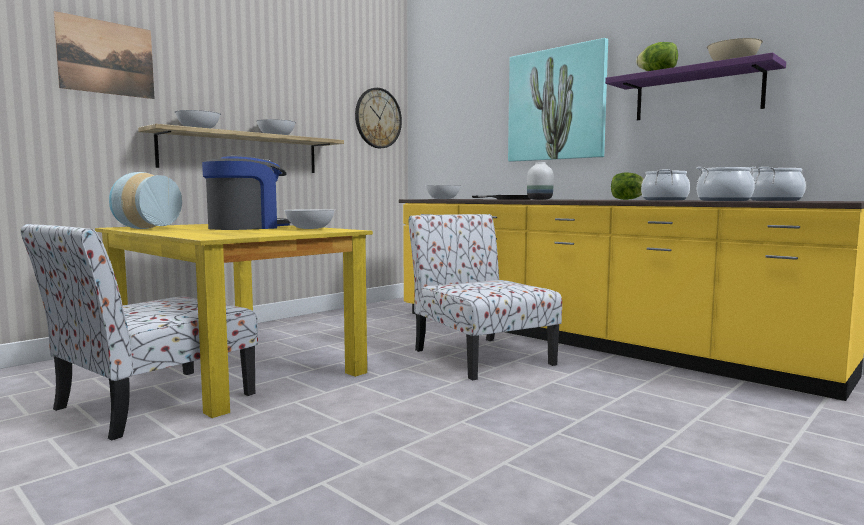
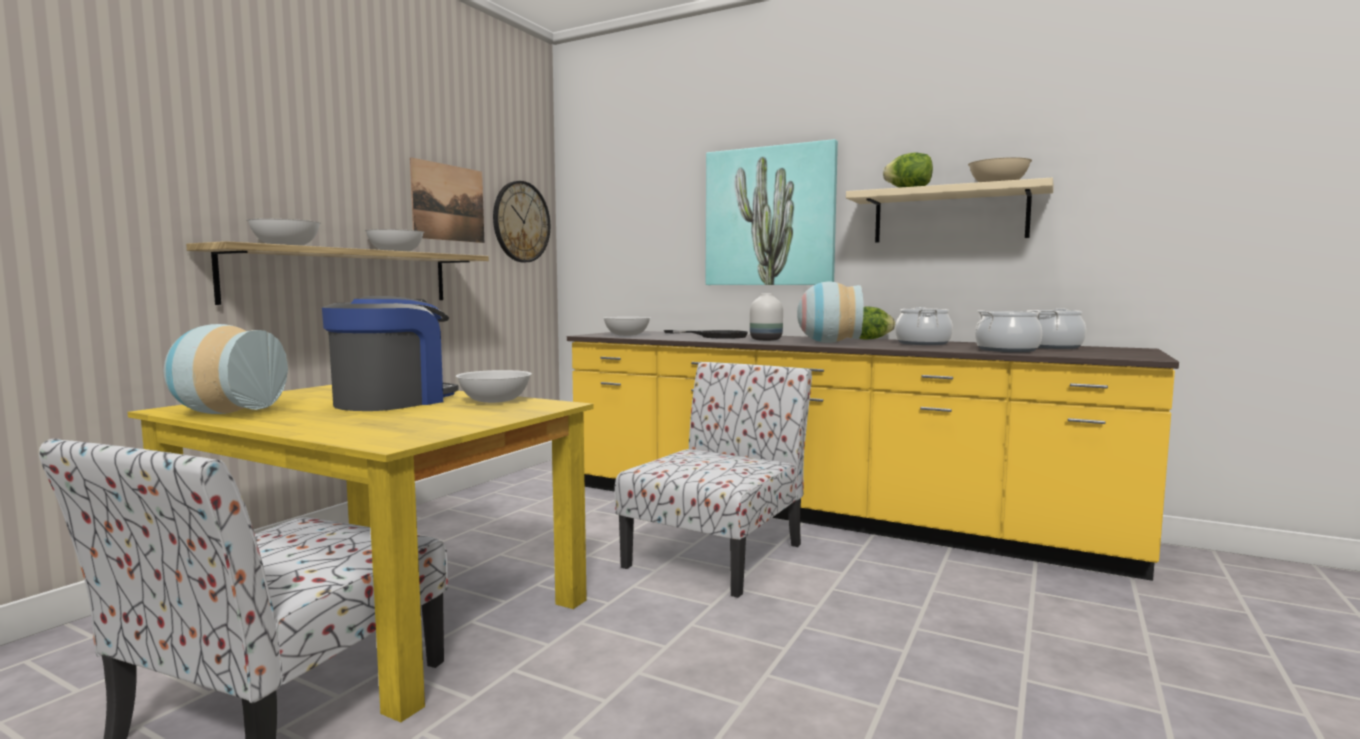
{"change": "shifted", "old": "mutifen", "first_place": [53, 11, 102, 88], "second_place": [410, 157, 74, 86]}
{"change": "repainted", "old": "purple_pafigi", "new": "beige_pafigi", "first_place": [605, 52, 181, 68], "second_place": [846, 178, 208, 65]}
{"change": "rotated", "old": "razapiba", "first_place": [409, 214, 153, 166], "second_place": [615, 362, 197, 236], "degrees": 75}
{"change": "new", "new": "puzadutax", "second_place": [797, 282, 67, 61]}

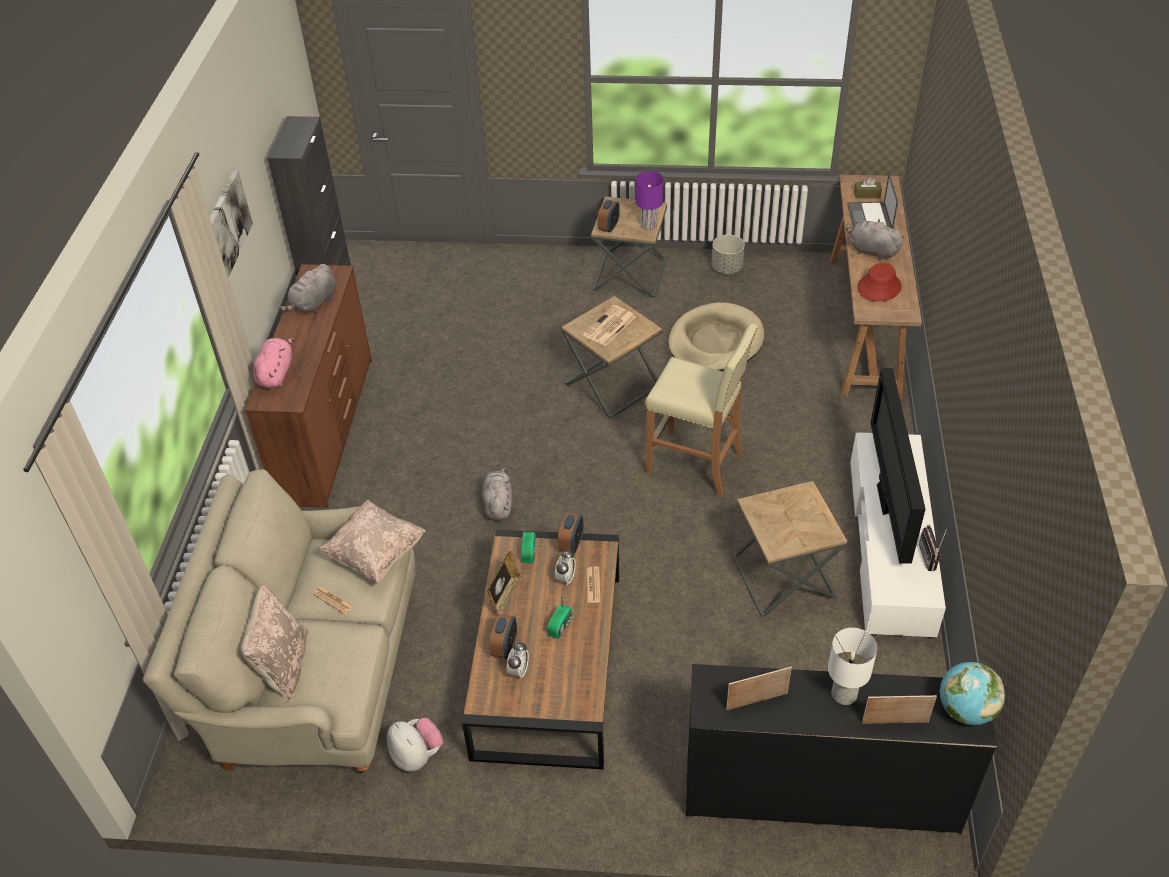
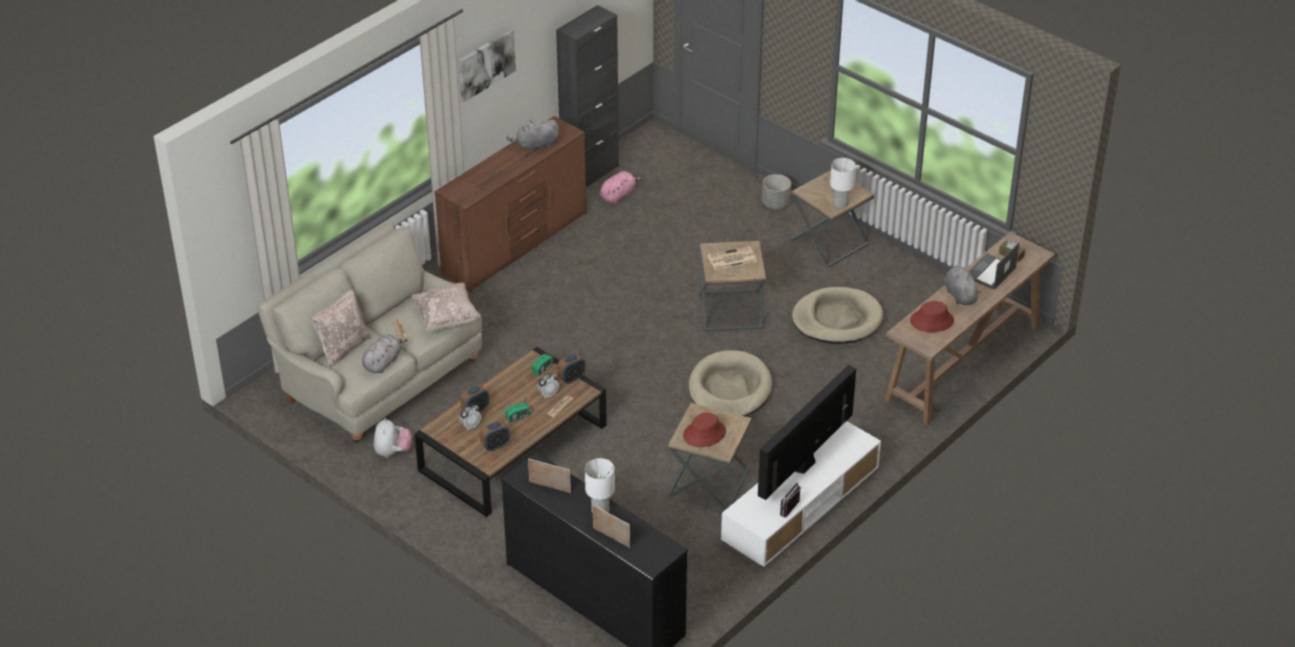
{"change": "repainted", "old": "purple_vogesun", "new": "white_vogesun", "first_place": [635, 171, 28, 59], "second_place": [830, 158, 26, 51]}
{"change": "shifted", "old": "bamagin", "first_place": [598, 199, 22, 34], "second_place": [480, 420, 30, 32]}
{"change": "shifted", "old": "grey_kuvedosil", "first_place": [712, 235, 33, 39], "second_place": [762, 174, 29, 35]}
{"change": "swapped", "old": "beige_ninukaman", "new": "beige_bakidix", "first_place": [645, 323, 113, 173], "second_place": [689, 350, 83, 66]}
{"change": "shifted", "old": "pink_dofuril", "first_place": [253, 338, 42, 50], "second_place": [600, 171, 43, 33]}
{"change": "shifted", "old": "grey_dofuril", "first_place": [481, 467, 31, 54], "second_place": [362, 334, 46, 39]}
{"change": "gone", "old": "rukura", "first_place": [487, 551, 35, 63]}
{"change": "gone", "old": "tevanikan", "first_place": [940, 662, 65, 63]}
{"change": "new", "new": "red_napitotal", "second_place": [683, 412, 43, 35]}

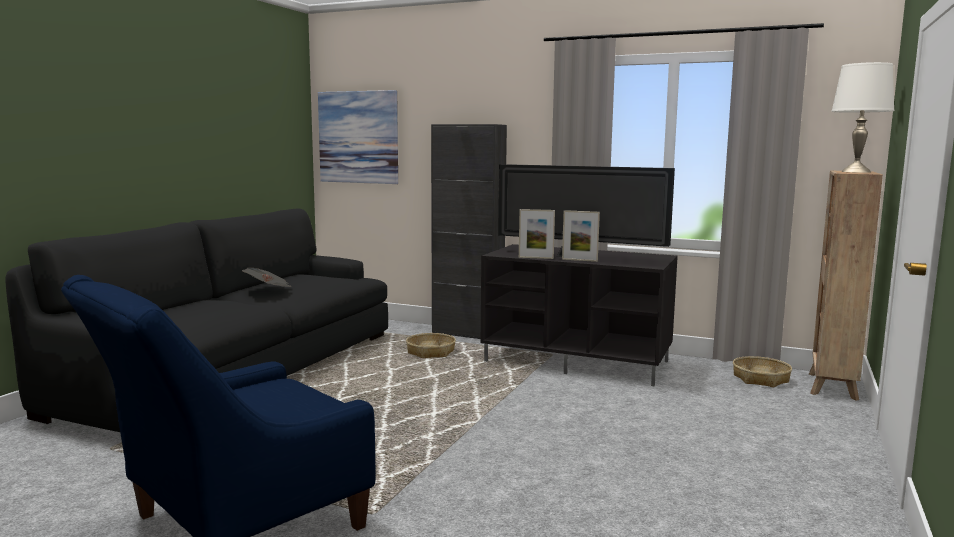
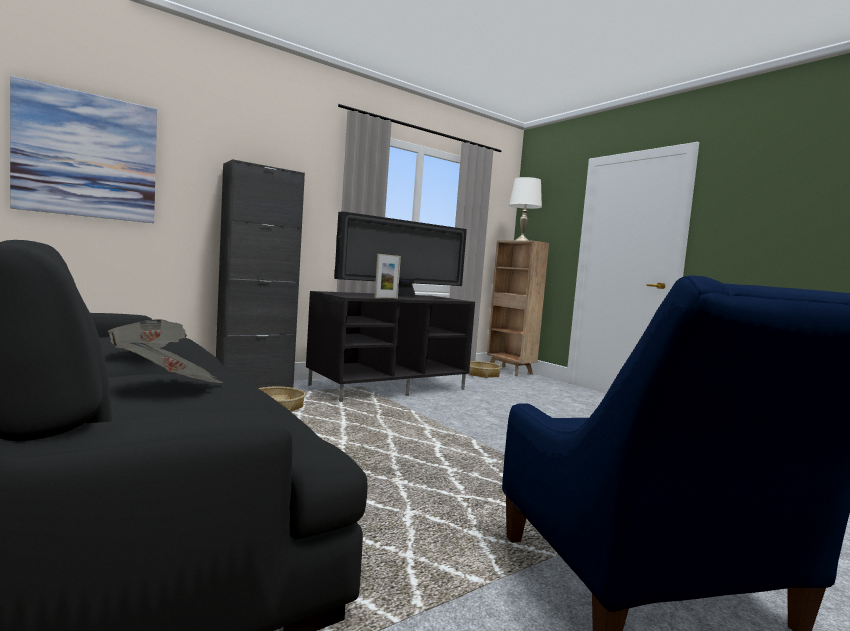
{"change": "gone", "old": "rukura", "first_place": [562, 210, 38, 52]}
{"change": "new", "new": "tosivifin", "second_place": [121, 342, 101, 41]}

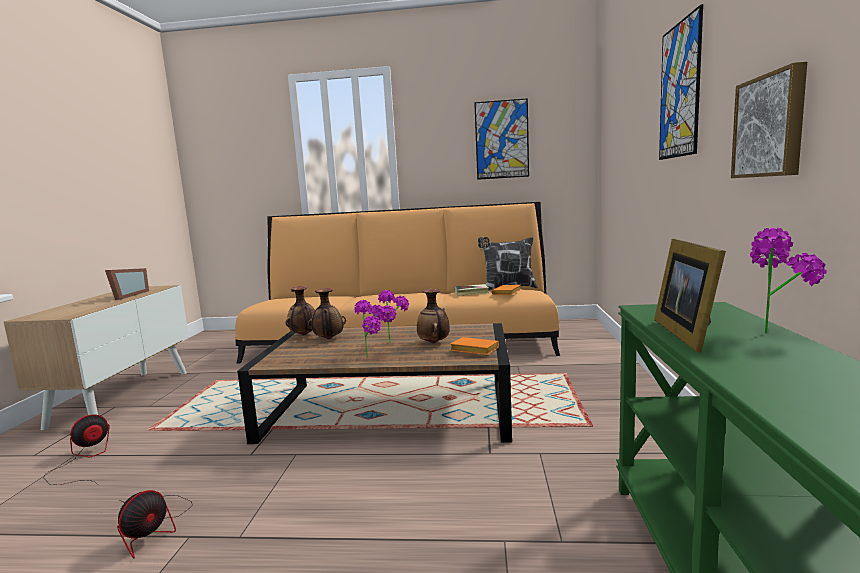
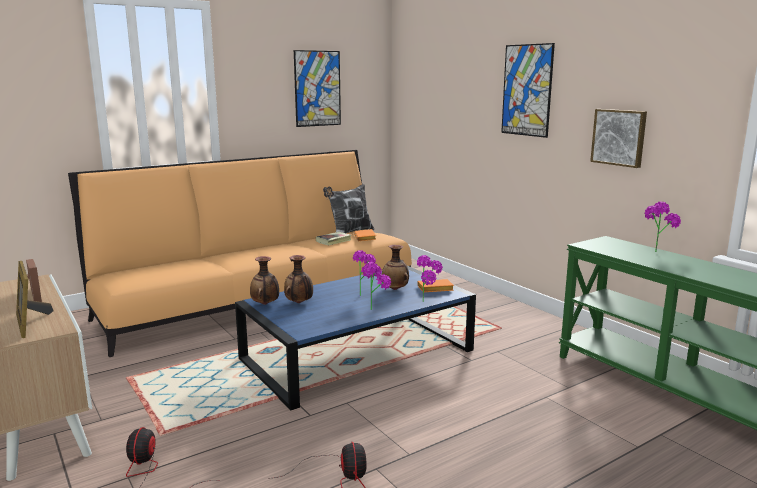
{"change": "shifted", "old": "rukura", "first_place": [654, 239, 72, 114], "second_place": [16, 261, 38, 77]}
{"change": "repainted", "old": "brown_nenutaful", "new": "blue_nenutaful", "first_place": [237, 323, 275, 121], "second_place": [235, 266, 241, 144]}
{"change": "new", "new": "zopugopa", "second_place": [417, 255, 26, 47]}

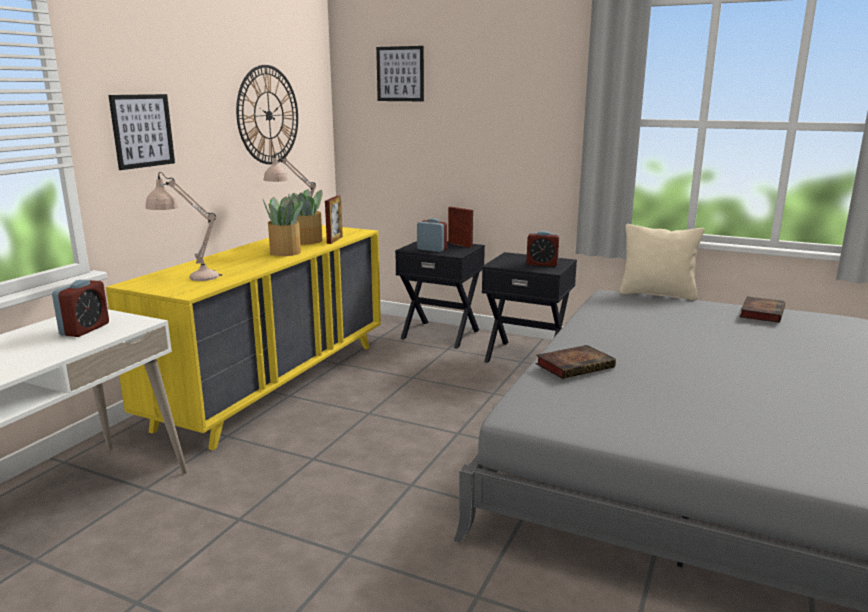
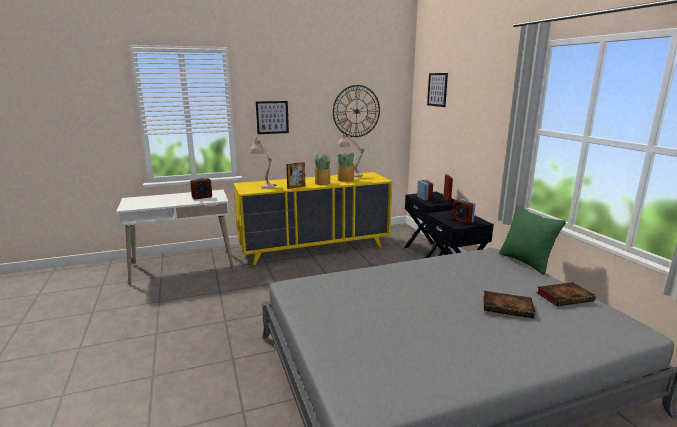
{"change": "shifted", "old": "rukura", "first_place": [325, 196, 18, 48], "second_place": [286, 162, 19, 27]}
{"change": "repainted", "old": "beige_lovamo", "new": "green_lovamo", "first_place": [619, 224, 85, 77], "second_place": [499, 206, 67, 68]}
{"change": "shifted", "old": "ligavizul", "first_place": [535, 345, 81, 34], "second_place": [483, 291, 52, 28]}

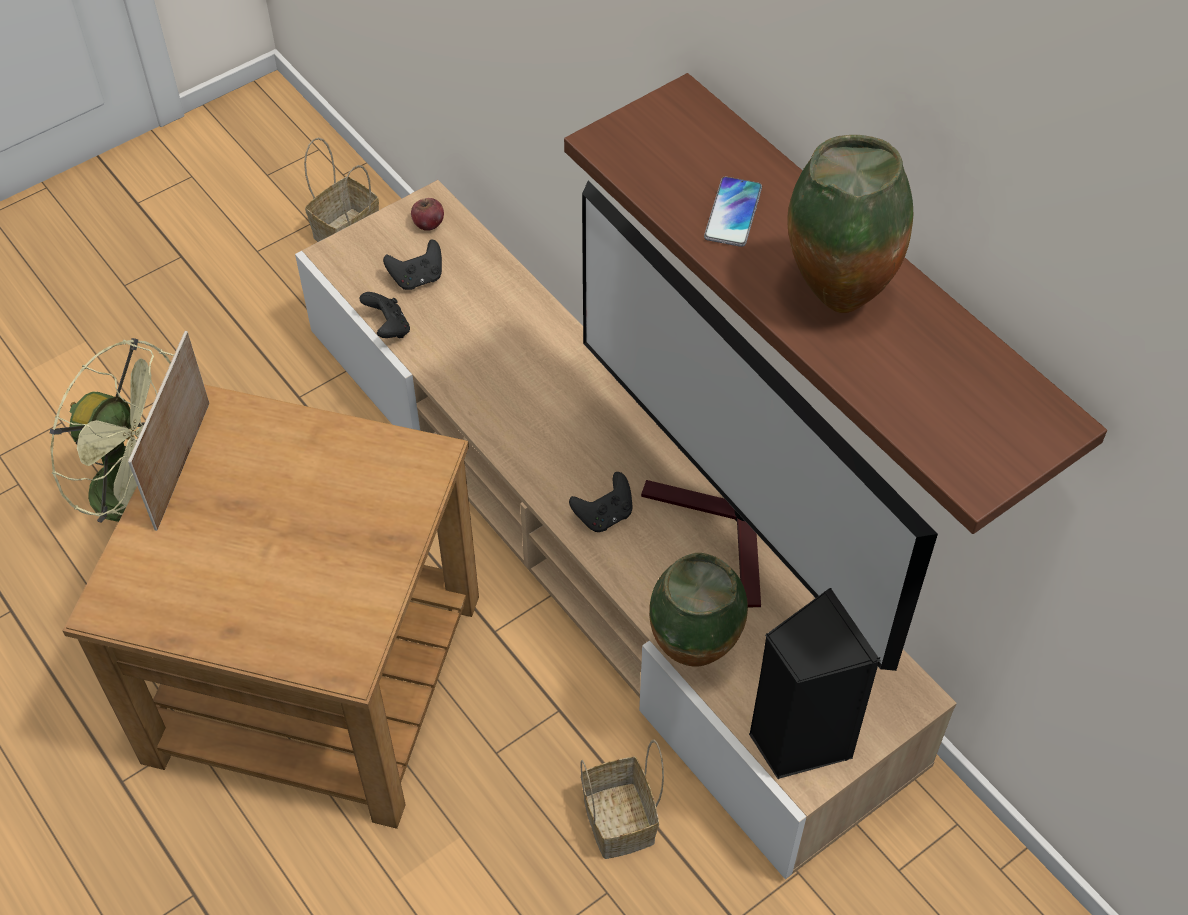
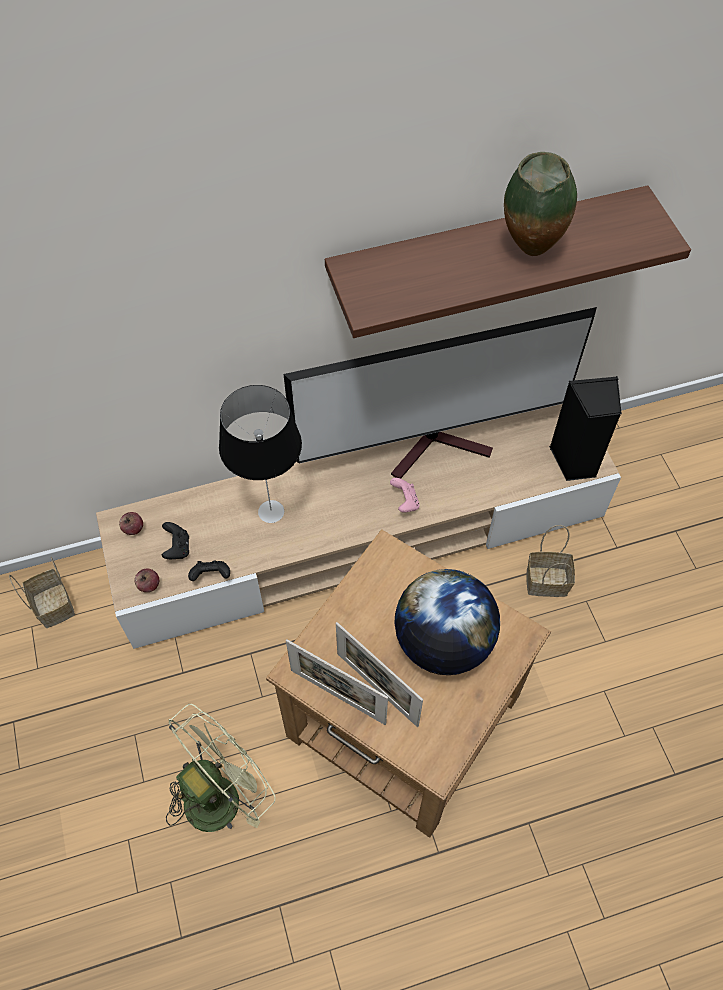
{"change": "gone", "old": "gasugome", "first_place": [704, 176, 58, 71]}
{"change": "repainted", "old": "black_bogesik", "new": "pink_bogesik", "first_place": [569, 472, 64, 60], "second_place": [390, 478, 30, 34]}
{"change": "gone", "old": "puzadutax", "first_place": [649, 553, 99, 114]}
{"change": "new", "new": "vogesun", "second_place": [219, 385, 83, 138]}
{"change": "new", "new": "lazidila", "second_place": [134, 569, 25, 23]}
{"change": "new", "new": "tevanikan", "second_place": [394, 569, 106, 106]}
{"change": "new", "new": "rukura", "second_place": [336, 622, 87, 105]}

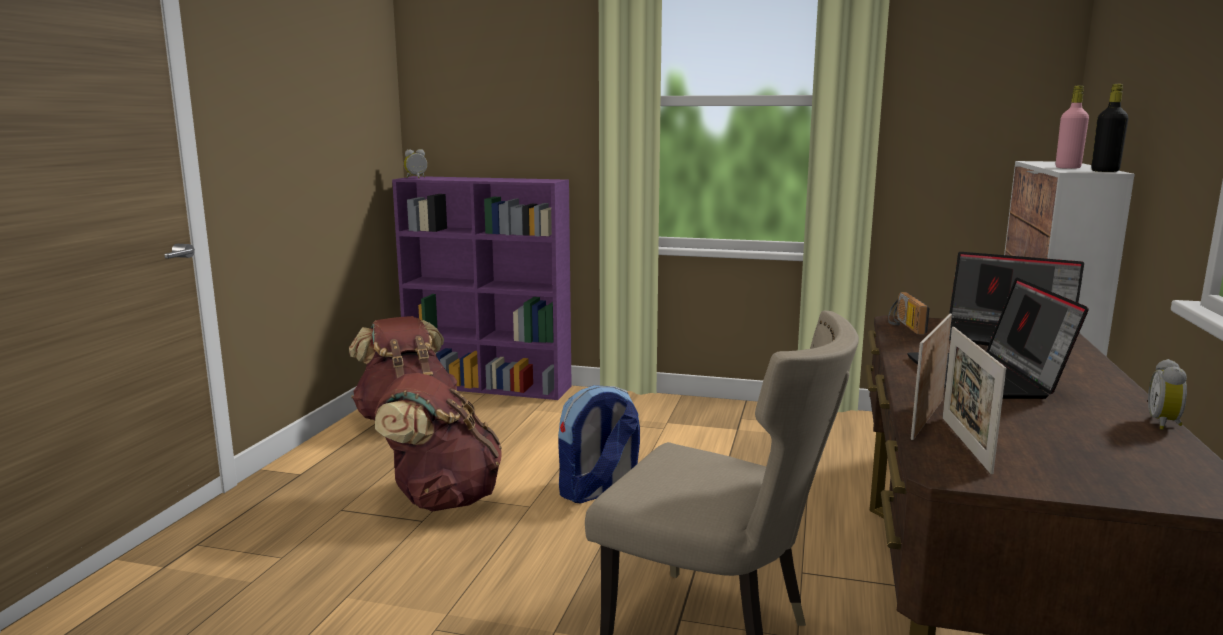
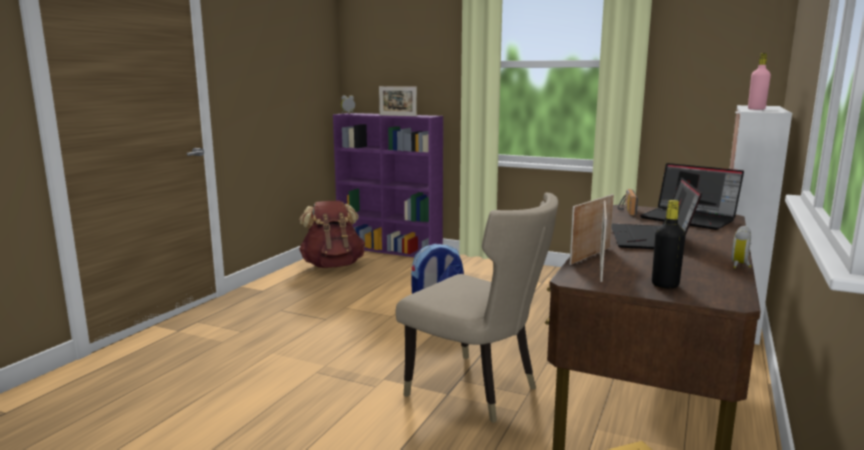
{"change": "shifted", "old": "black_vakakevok", "first_place": [1091, 84, 38, 88], "second_place": [652, 200, 34, 88]}
{"change": "gone", "old": "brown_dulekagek", "first_place": [375, 373, 127, 139]}
{"change": "new", "new": "rukura", "second_place": [379, 86, 38, 30]}

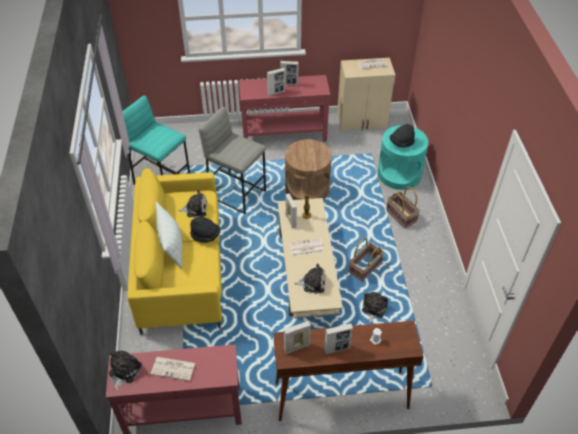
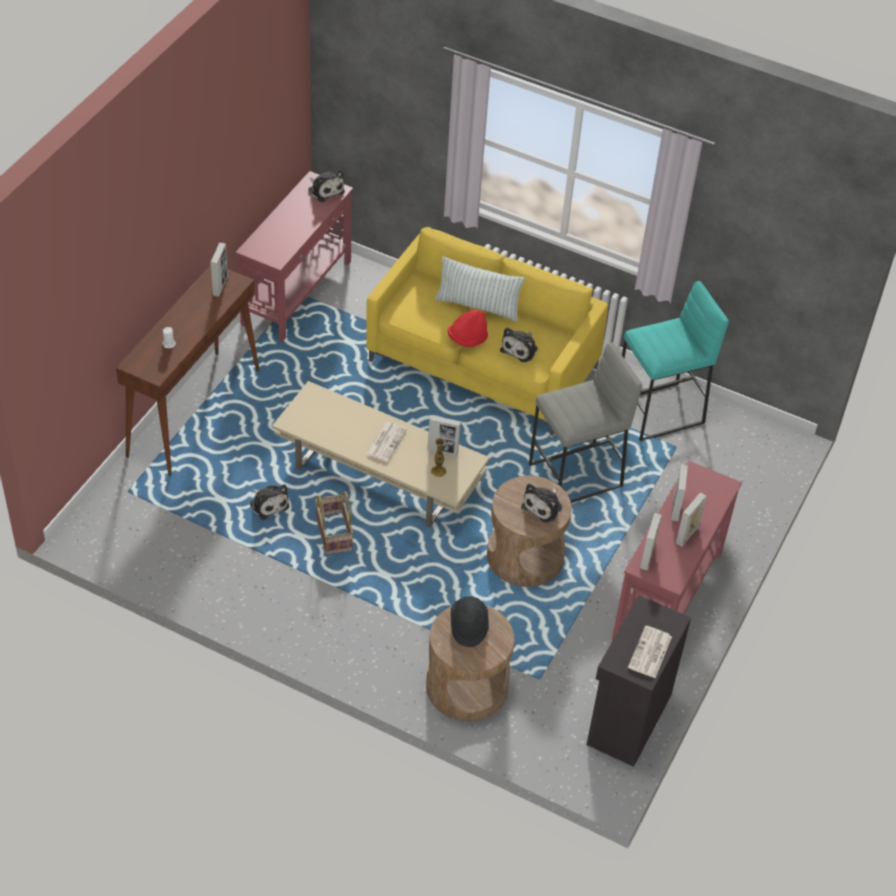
{"change": "repainted", "old": "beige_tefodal", "new": "black_tefodal", "first_place": [337, 58, 58, 73], "second_place": [587, 595, 104, 172]}
{"change": "repainted", "old": "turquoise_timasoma", "new": "brown_timasoma", "first_place": [378, 125, 50, 65], "second_place": [426, 605, 88, 116]}
{"change": "gone", "old": "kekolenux", "first_place": [386, 187, 34, 41]}
{"change": "repainted", "old": "black_napitotal", "new": "red_napitotal", "first_place": [190, 217, 30, 26], "second_place": [448, 310, 40, 37]}
{"change": "shifted", "old": "dofuril", "first_place": [294, 263, 32, 31], "second_place": [521, 483, 41, 39]}
{"change": "shifted", "old": "rukura", "first_place": [324, 323, 29, 31], "second_place": [640, 513, 22, 57]}
{"change": "gone", "old": "tosivifin", "first_place": [151, 357, 44, 24]}

